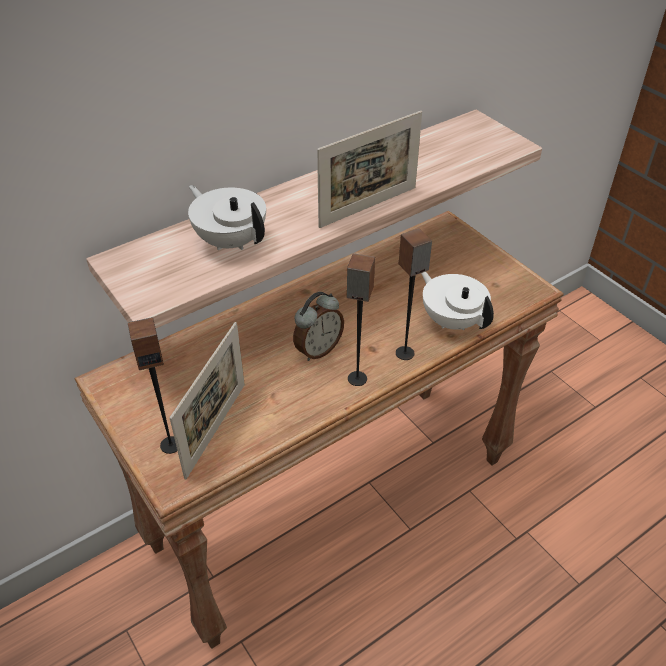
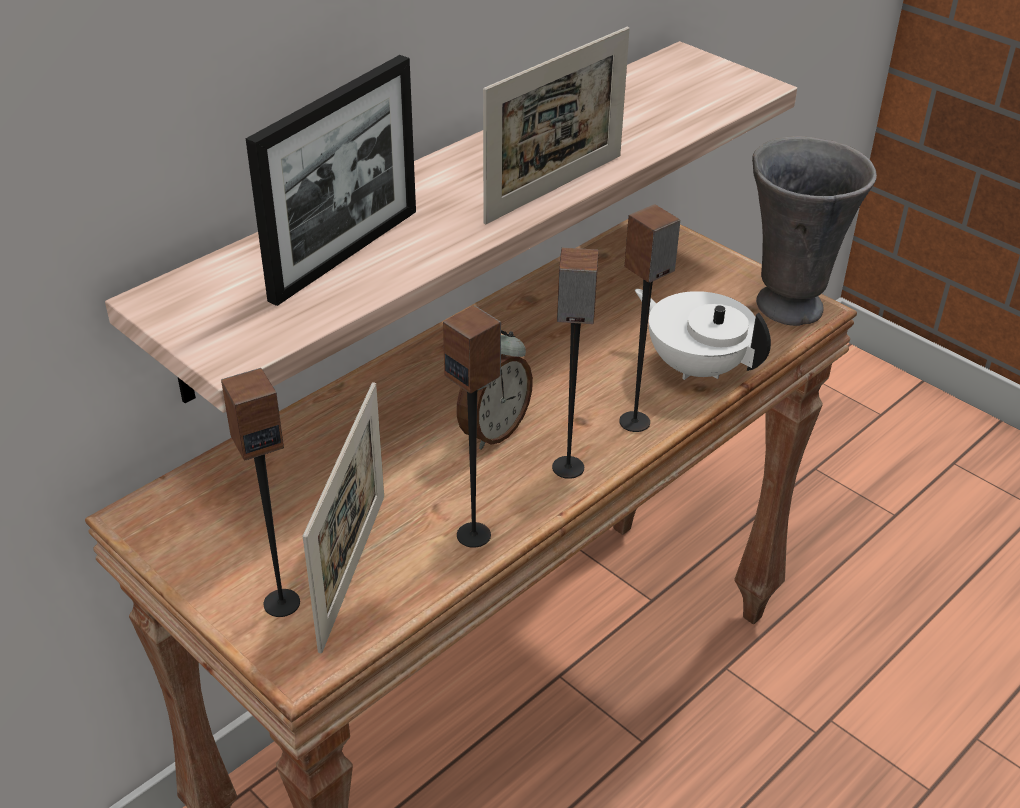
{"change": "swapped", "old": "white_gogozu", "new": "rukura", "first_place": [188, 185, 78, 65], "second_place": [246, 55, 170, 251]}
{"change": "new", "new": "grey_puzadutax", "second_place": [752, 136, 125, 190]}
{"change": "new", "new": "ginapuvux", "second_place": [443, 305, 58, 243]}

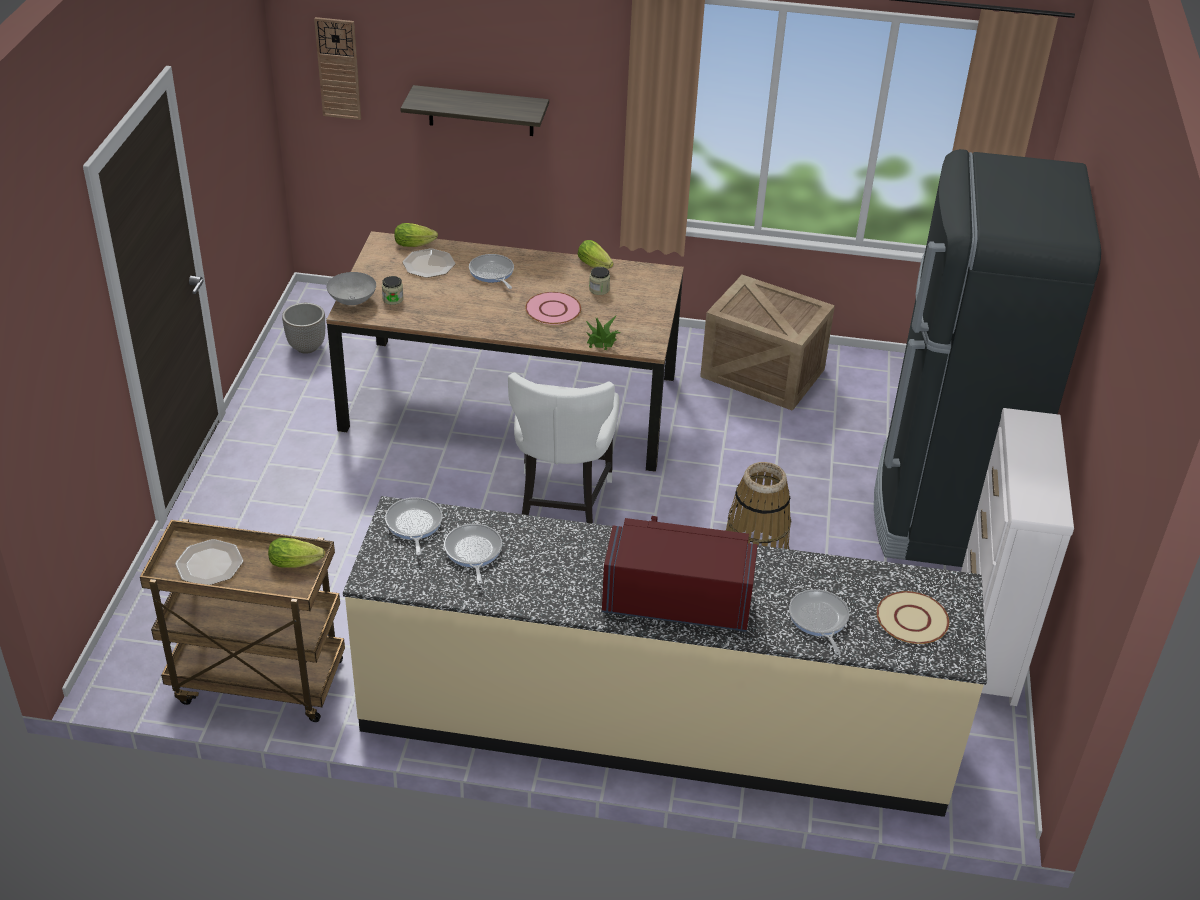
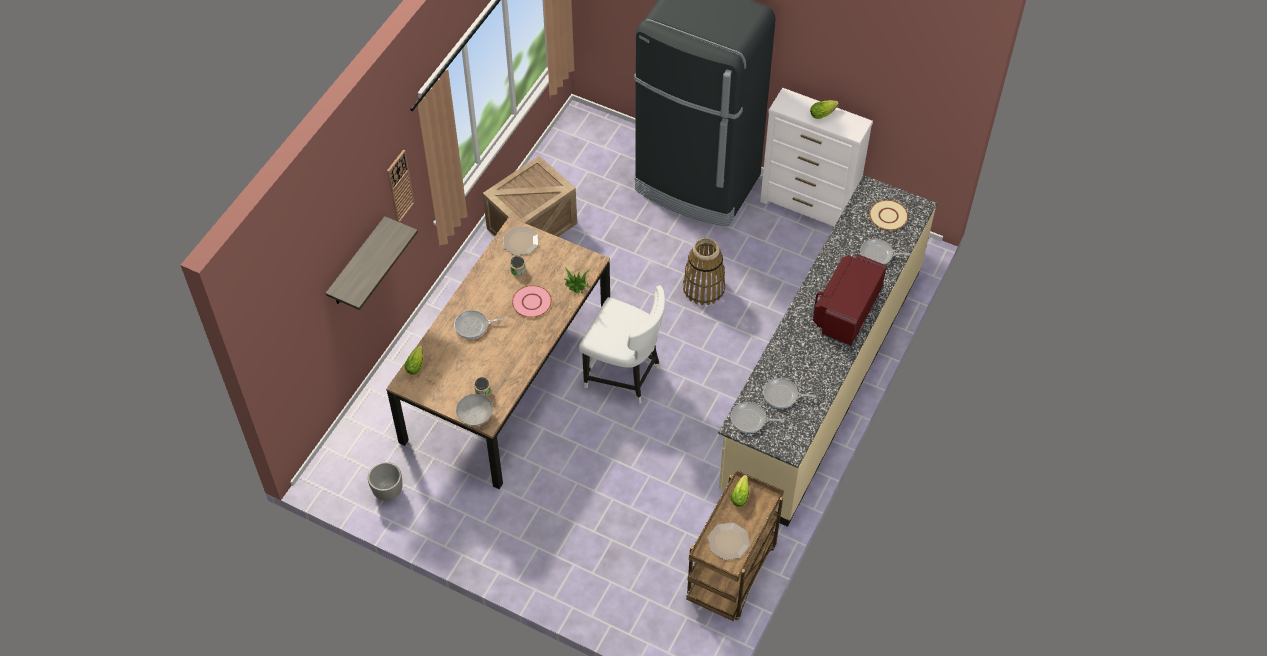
{"change": "shifted", "old": "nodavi", "first_place": [314, 17, 47, 103], "second_place": [387, 150, 27, 72]}
{"change": "shifted", "old": "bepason", "first_place": [578, 240, 36, 29], "second_place": [810, 100, 29, 19]}
{"change": "shifted", "old": "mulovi", "first_place": [403, 248, 52, 30], "second_place": [503, 226, 36, 29]}

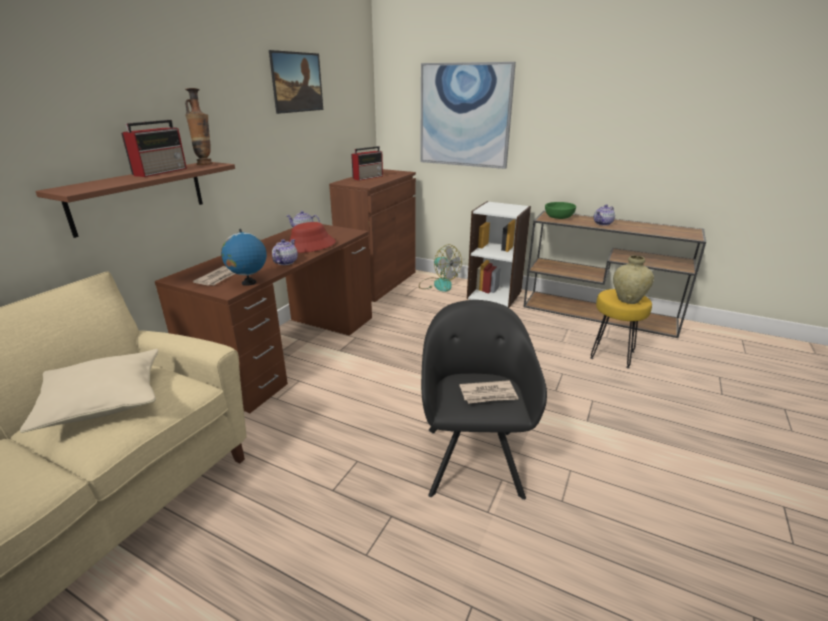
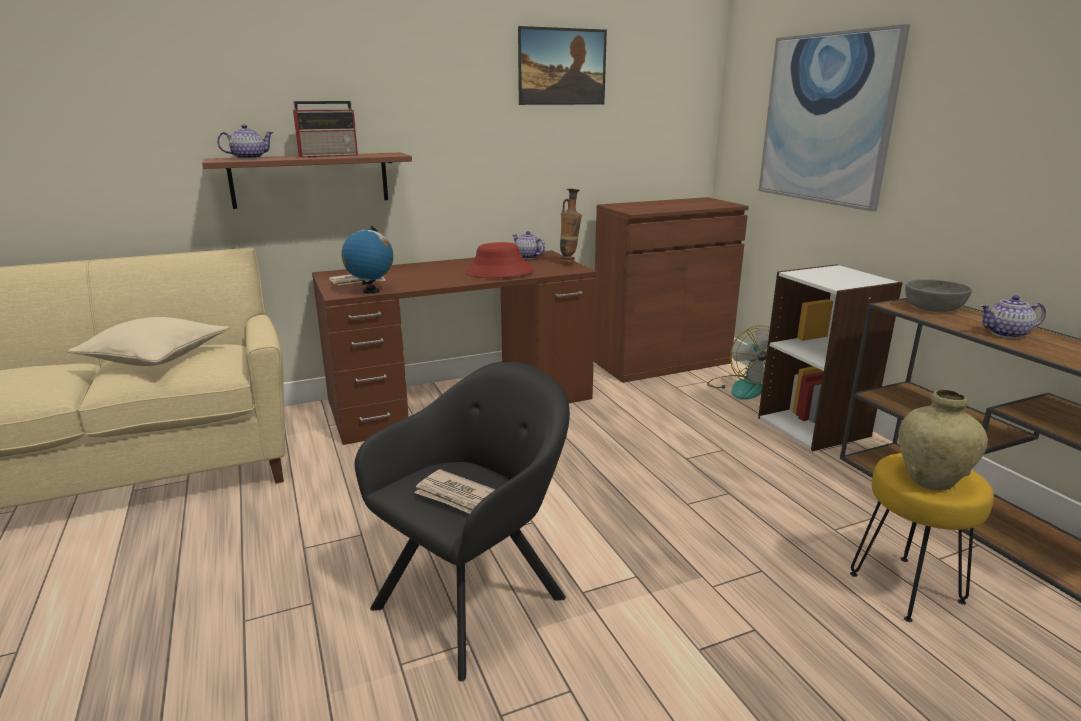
{"change": "shifted", "old": "puzadutax", "first_place": [185, 88, 28, 77], "second_place": [560, 189, 22, 74]}
{"change": "gone", "old": "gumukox", "first_place": [351, 146, 32, 34]}
{"change": "repainted", "old": "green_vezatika", "new": "grey_vezatika", "first_place": [545, 202, 31, 17], "second_place": [905, 279, 67, 33]}
{"change": "shifted", "old": "gogozu", "first_place": [272, 239, 26, 26], "second_place": [217, 124, 57, 35]}

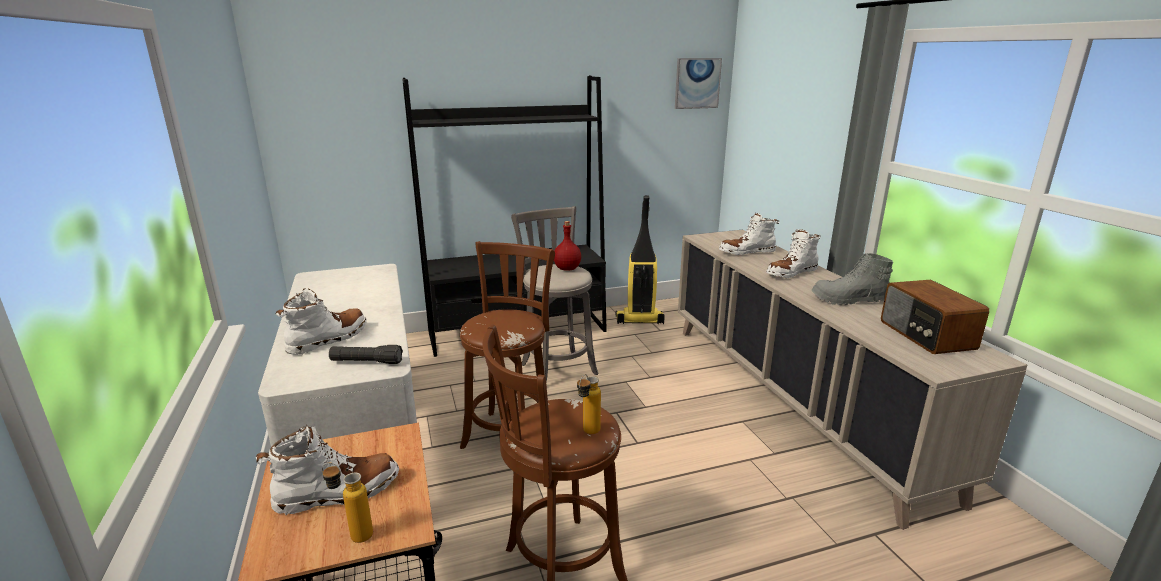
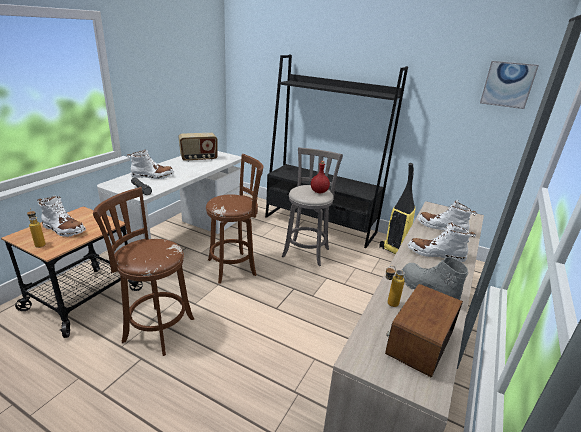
{"change": "shifted", "old": "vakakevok", "first_place": [577, 374, 24, 60], "second_place": [386, 266, 19, 41]}
{"change": "new", "new": "gumukox", "second_place": [178, 133, 40, 29]}

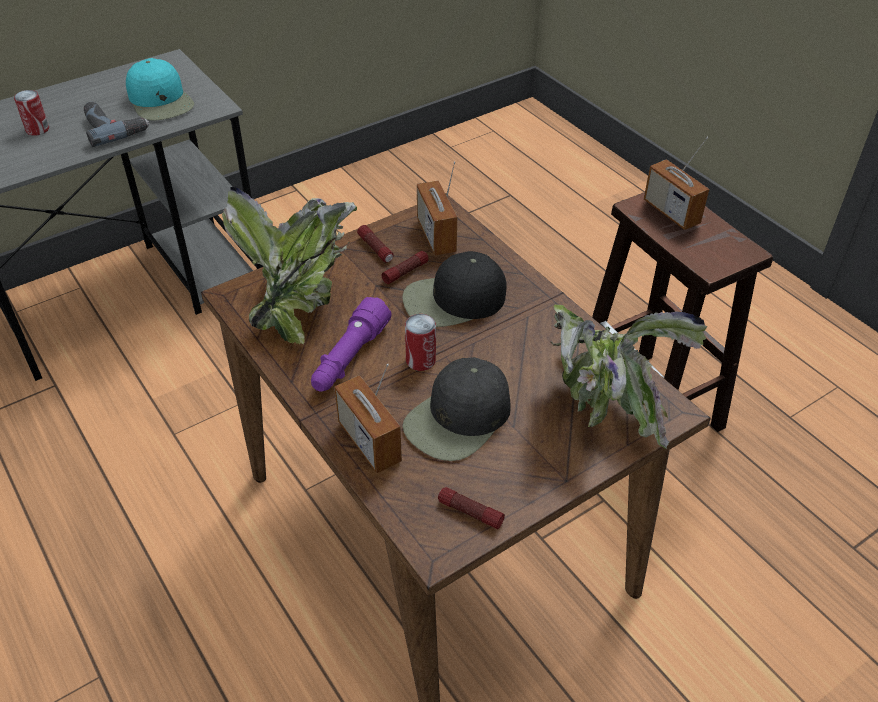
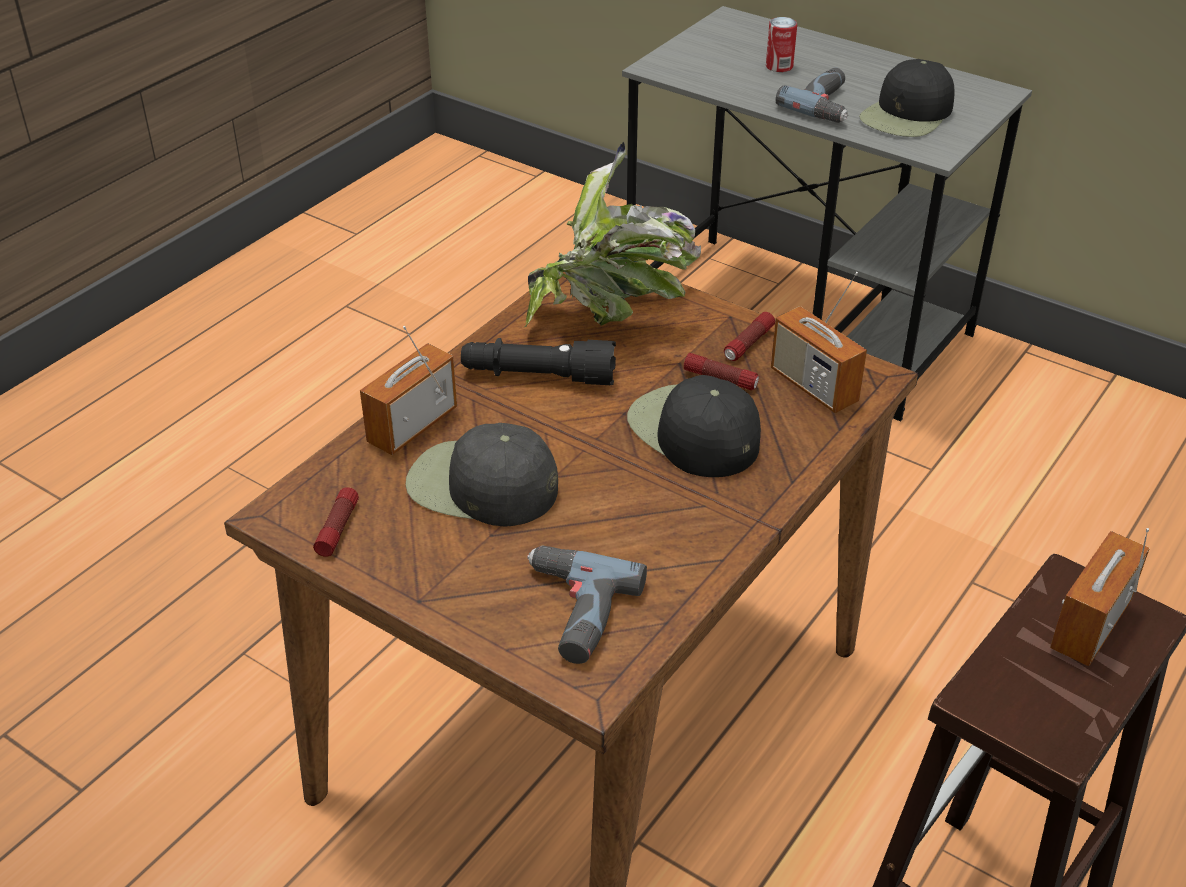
{"change": "repainted", "old": "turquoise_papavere", "new": "black_papavere", "first_place": [126, 58, 68, 62], "second_place": [859, 59, 96, 78]}
{"change": "rotated", "old": "gumukox", "first_place": [417, 161, 40, 95], "second_place": [771, 272, 96, 141], "degrees": -90}
{"change": "repainted", "old": "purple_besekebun", "new": "black_besekebun", "first_place": [311, 297, 81, 95], "second_place": [461, 338, 155, 47]}
{"change": "swapped", "old": "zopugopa", "new": "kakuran", "first_place": [550, 304, 157, 145], "second_place": [527, 545, 120, 119]}
{"change": "gone", "old": "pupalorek", "first_place": [405, 314, 31, 57]}

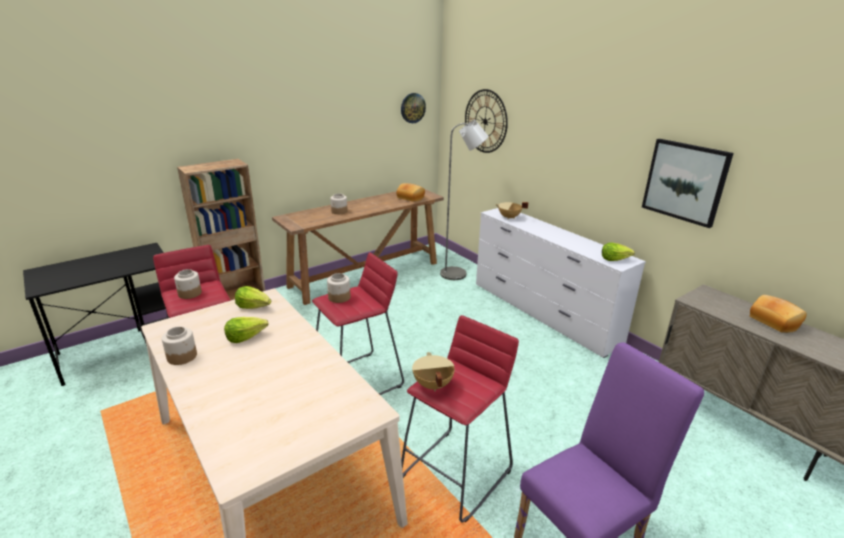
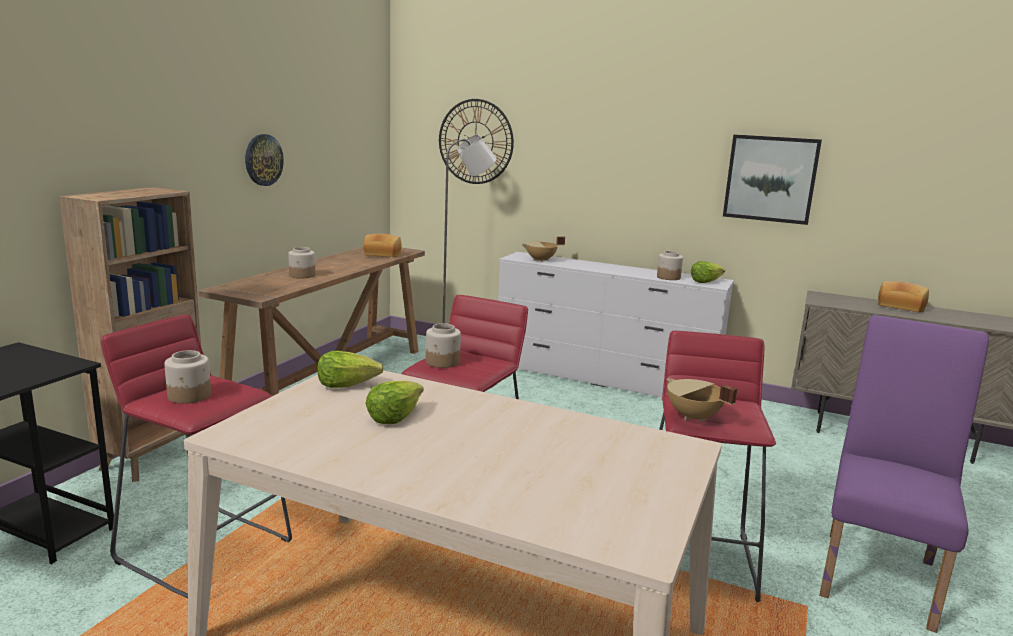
{"change": "shifted", "old": "nodavi", "first_place": [401, 93, 25, 30], "second_place": [245, 134, 39, 52]}
{"change": "shifted", "old": "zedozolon", "first_place": [162, 326, 35, 39], "second_place": [657, 251, 26, 29]}

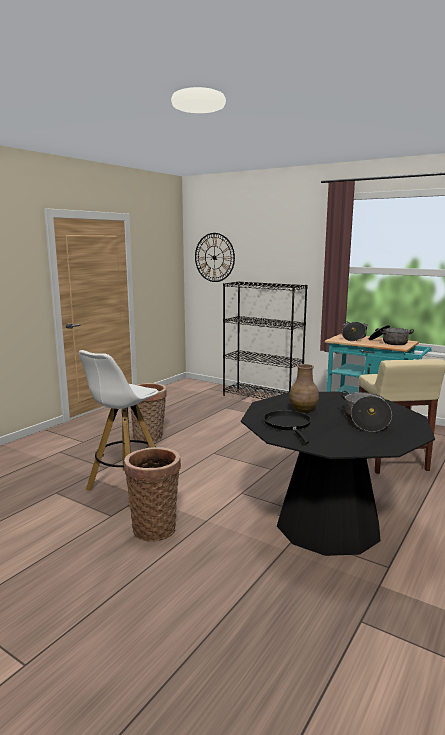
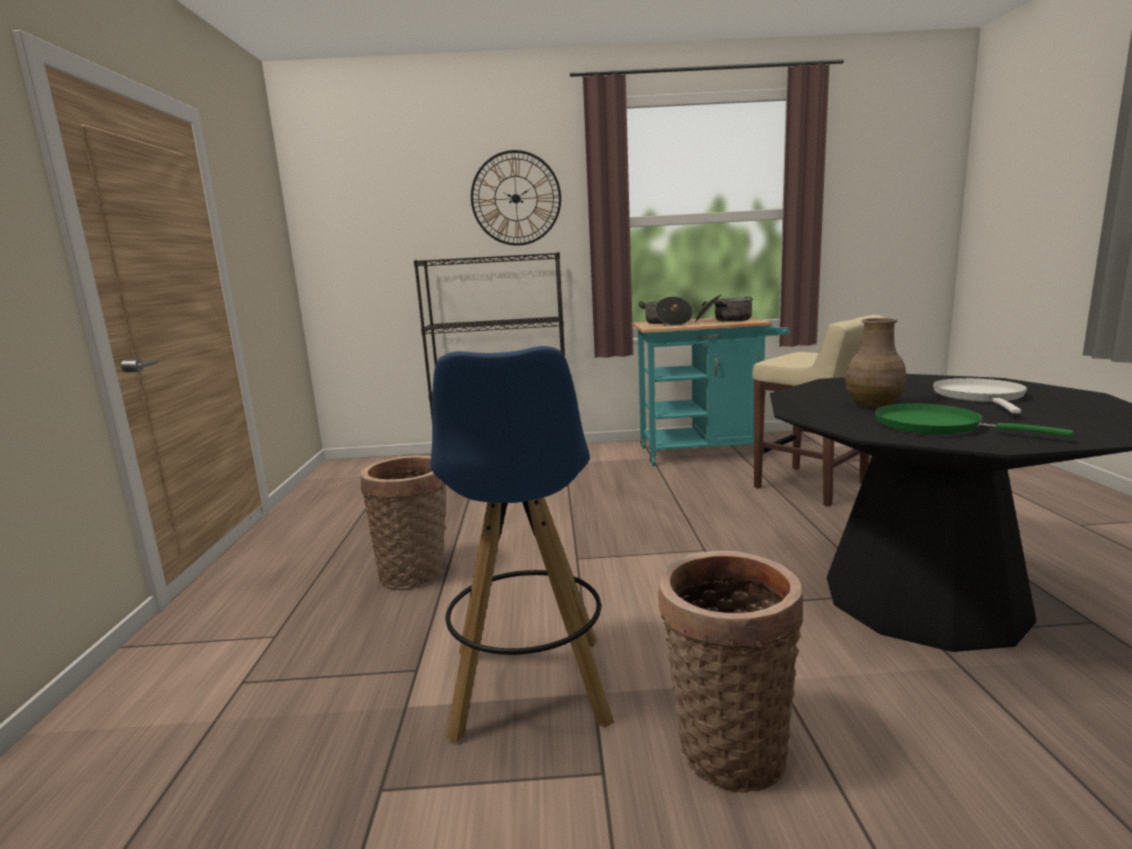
{"change": "shifted", "old": "nodavi", "first_place": [195, 233, 40, 49], "second_place": [471, 150, 90, 96]}
{"change": "repainted", "old": "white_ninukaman", "new": "blue_ninukaman", "first_place": [79, 350, 80, 156], "second_place": [430, 346, 184, 396]}
{"change": "swapped", "old": "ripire", "new": "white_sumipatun", "first_place": [341, 391, 51, 41], "second_place": [933, 378, 95, 36]}
{"change": "repainted", "old": "black_sumipatun", "new": "green_sumipatun", "first_place": [264, 410, 47, 33], "second_place": [875, 403, 198, 34]}

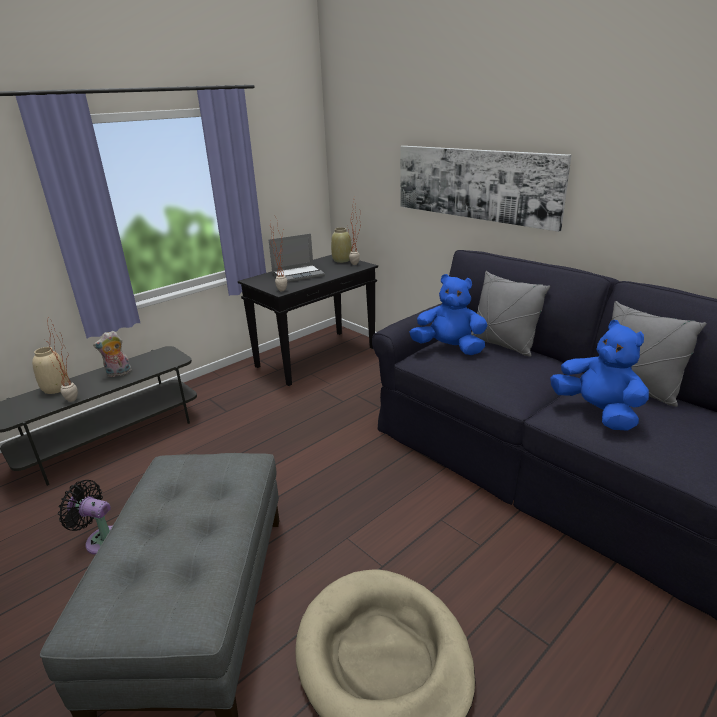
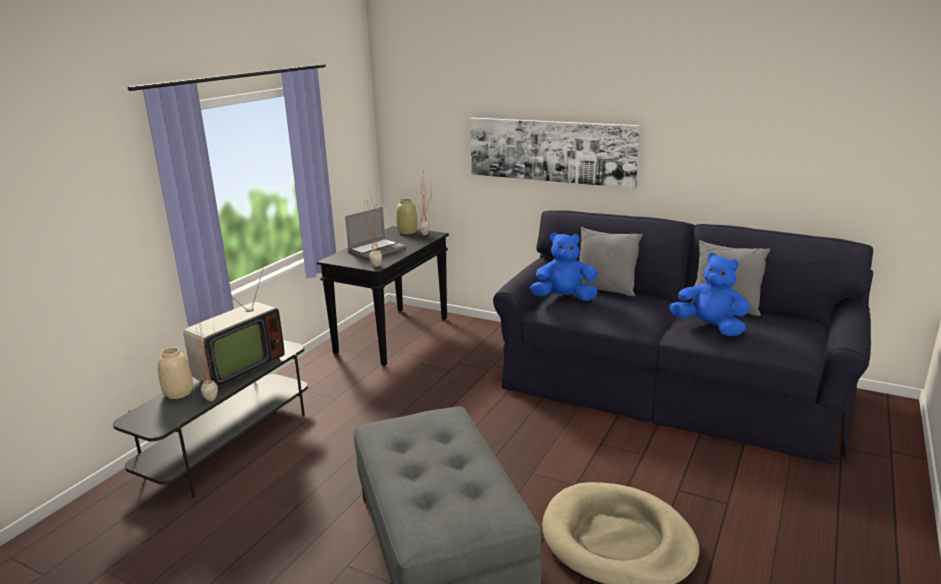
{"change": "swapped", "old": "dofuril", "new": "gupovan", "first_place": [93, 331, 39, 46], "second_place": [184, 264, 101, 126]}
{"change": "gone", "old": "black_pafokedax", "first_place": [58, 480, 54, 75]}

